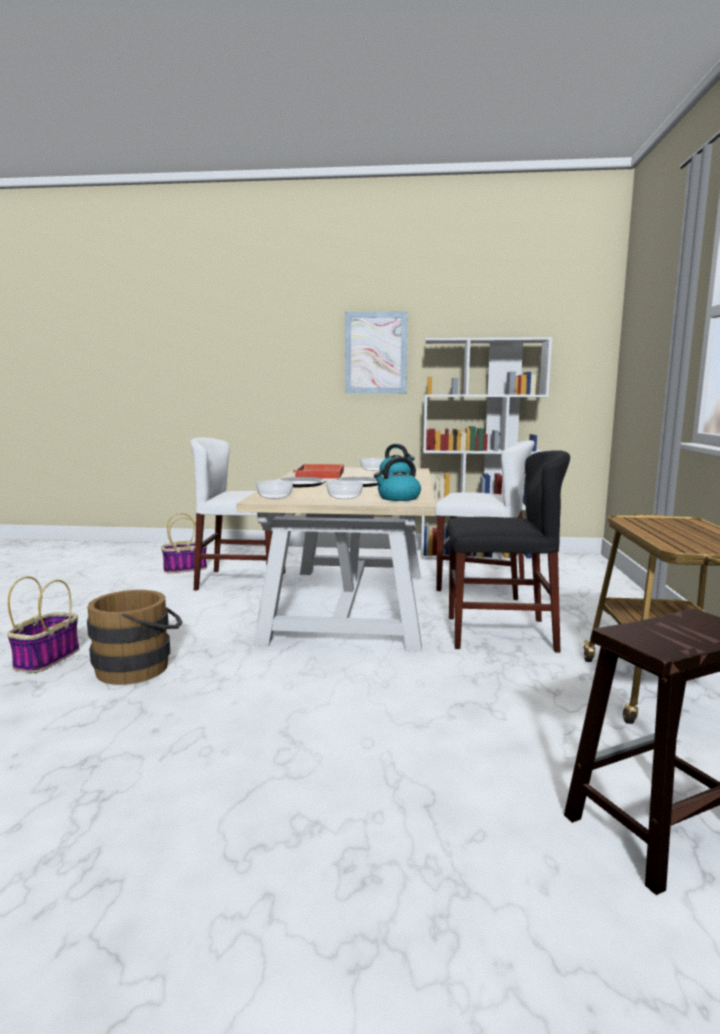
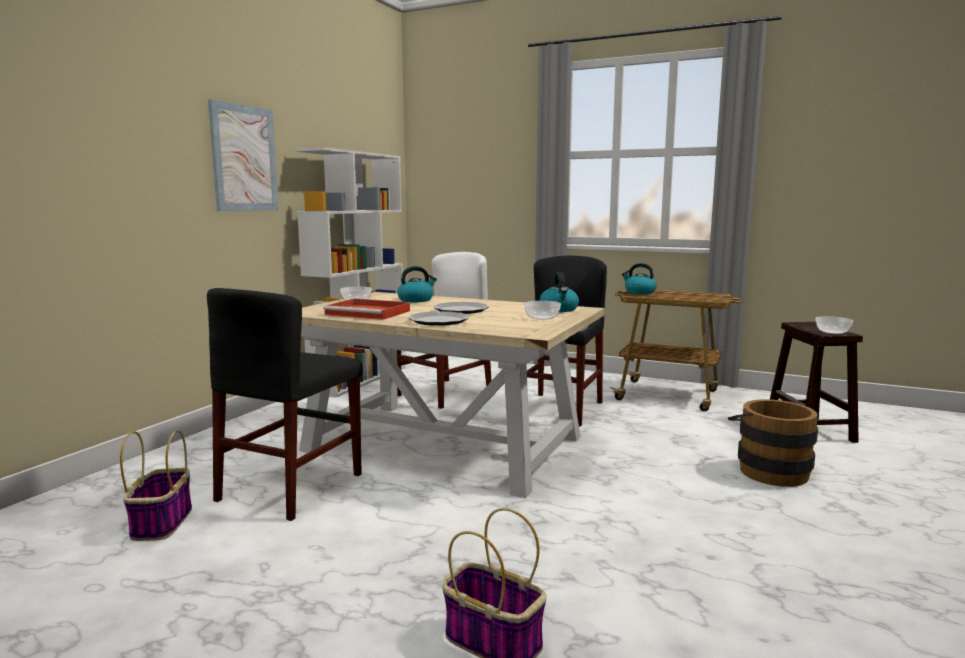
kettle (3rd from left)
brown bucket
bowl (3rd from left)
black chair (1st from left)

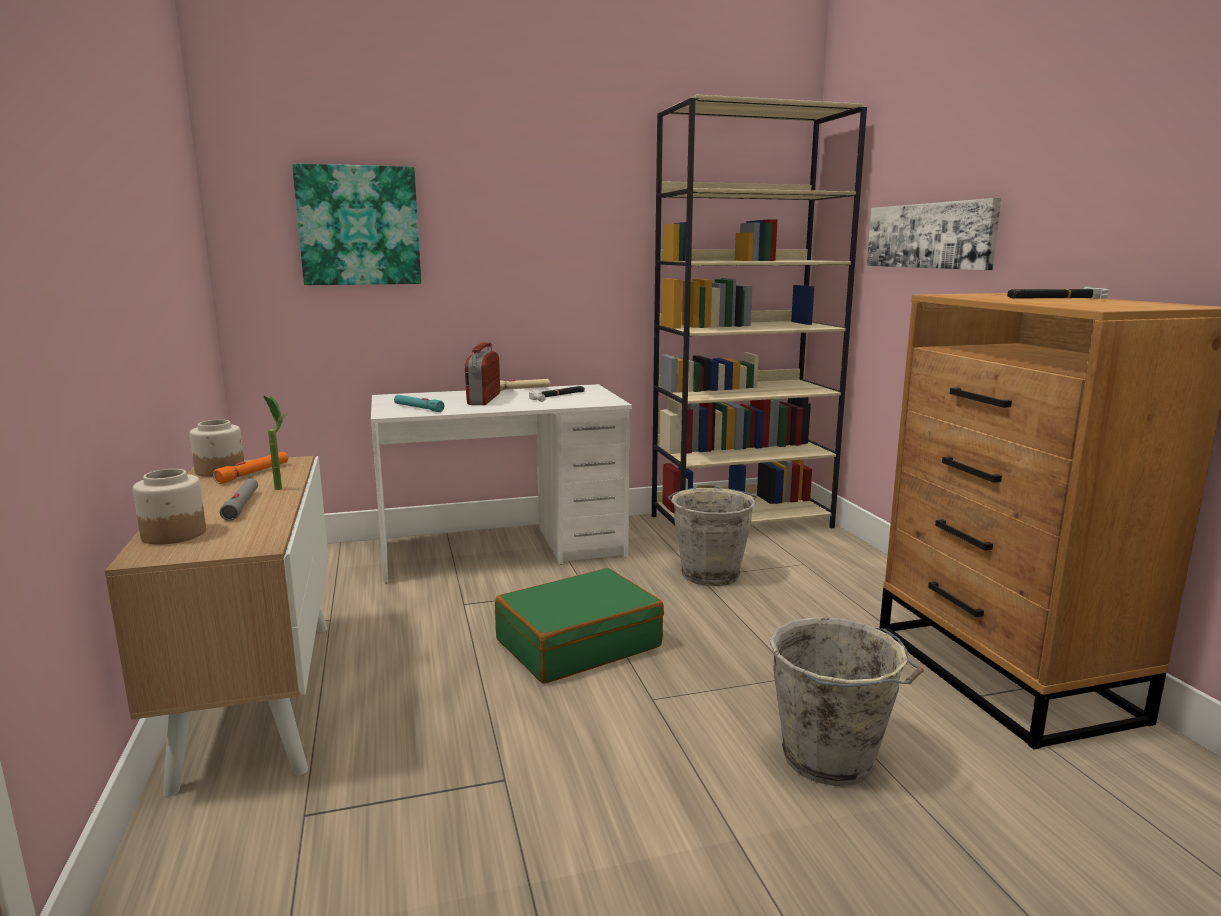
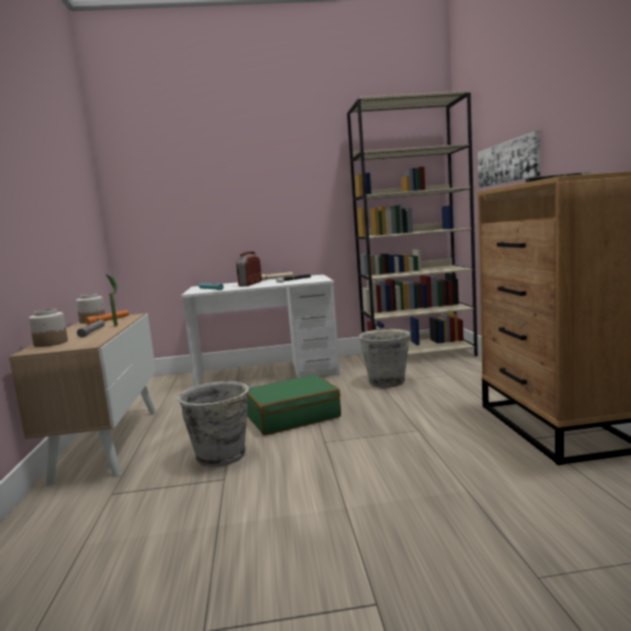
picture (1st from left in the first image)
grey bucket (1st from left)

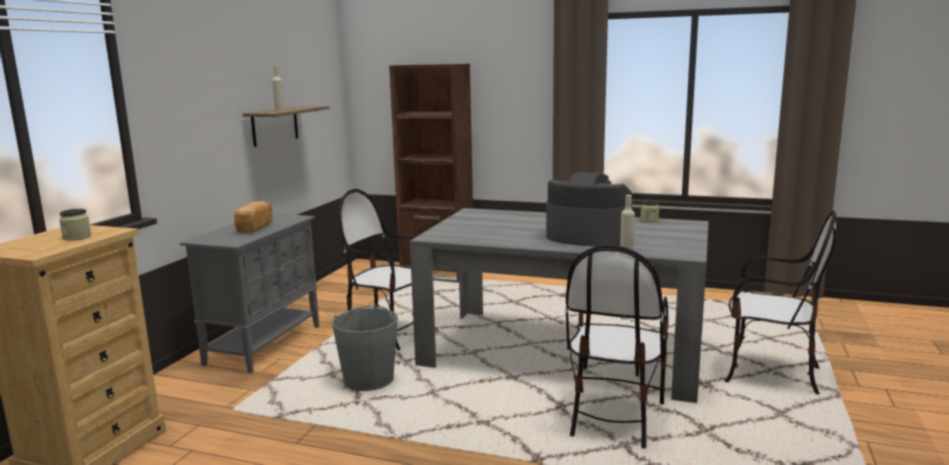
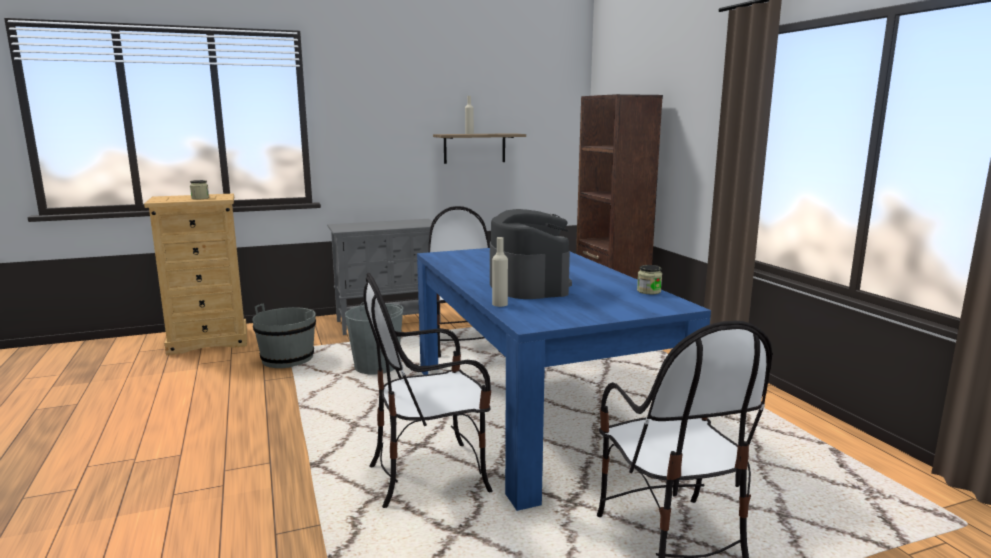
bread
grey bucket (1st from left)
blue dining table

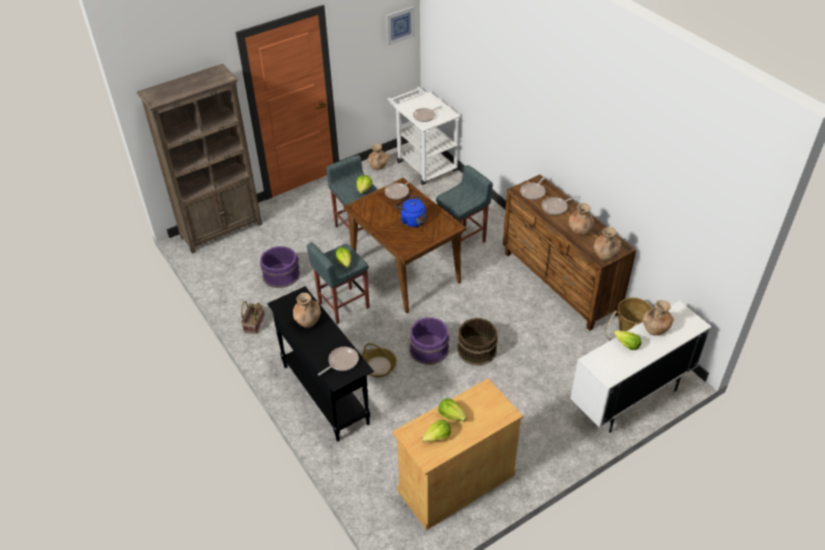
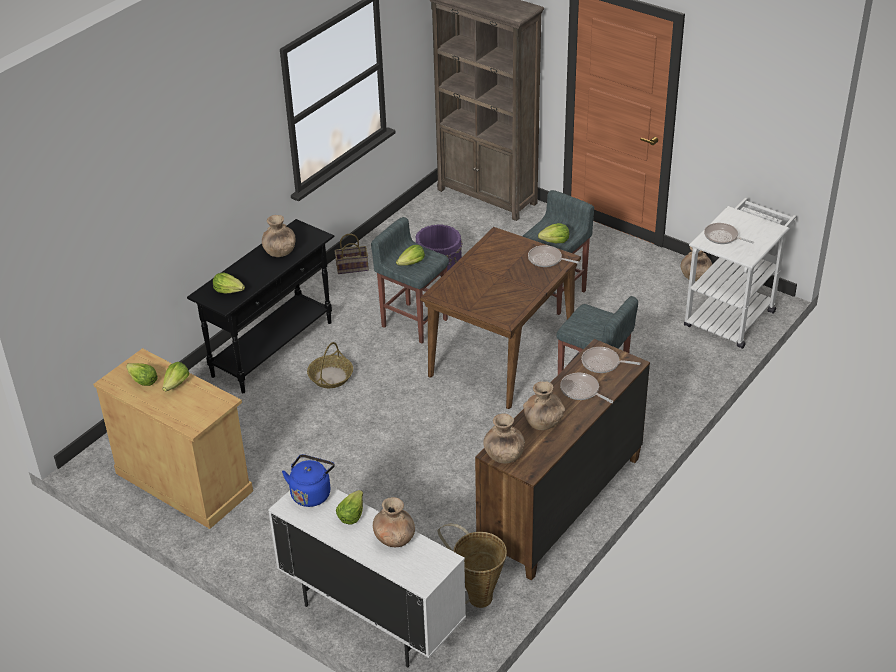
picture
purple bucket (2nd from left in the first image)
brown bucket
blue kettle
lettuce (3rd from left)

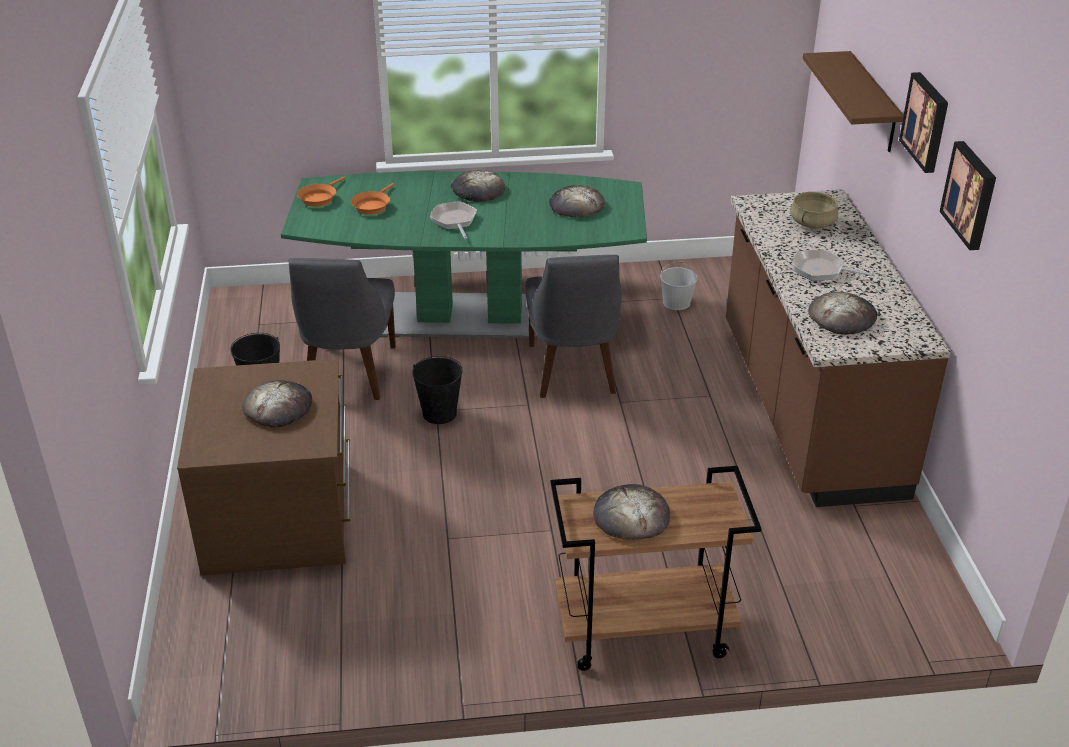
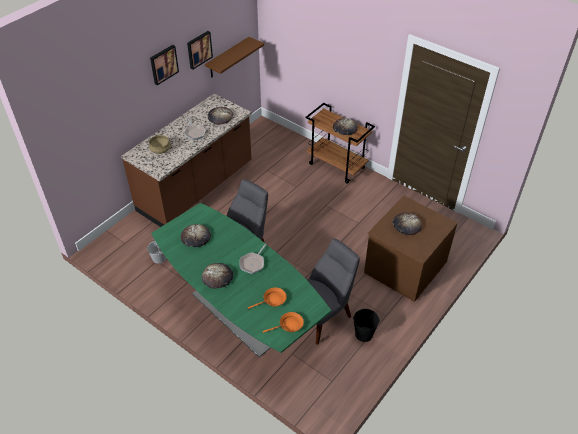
black bucket (2nd from left in the first image)
brown shelf

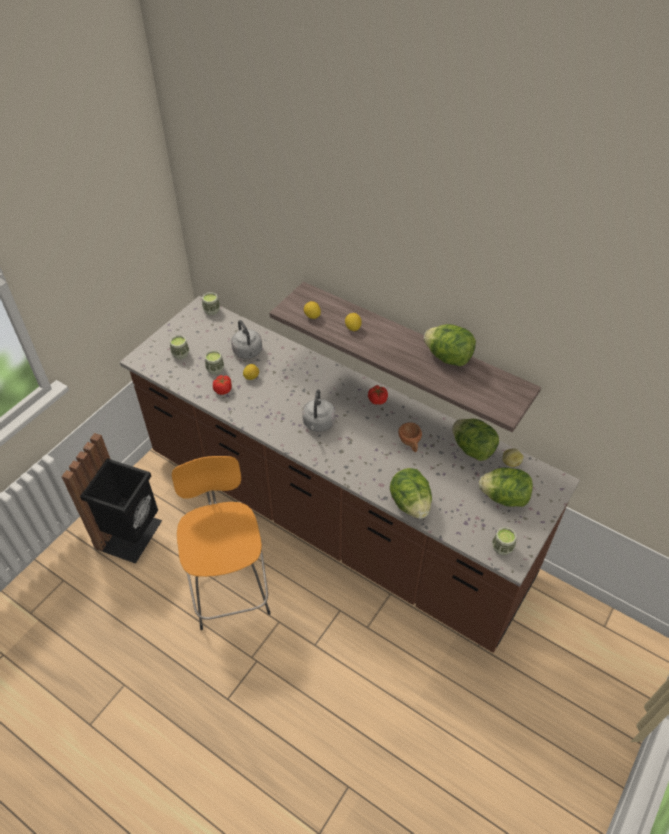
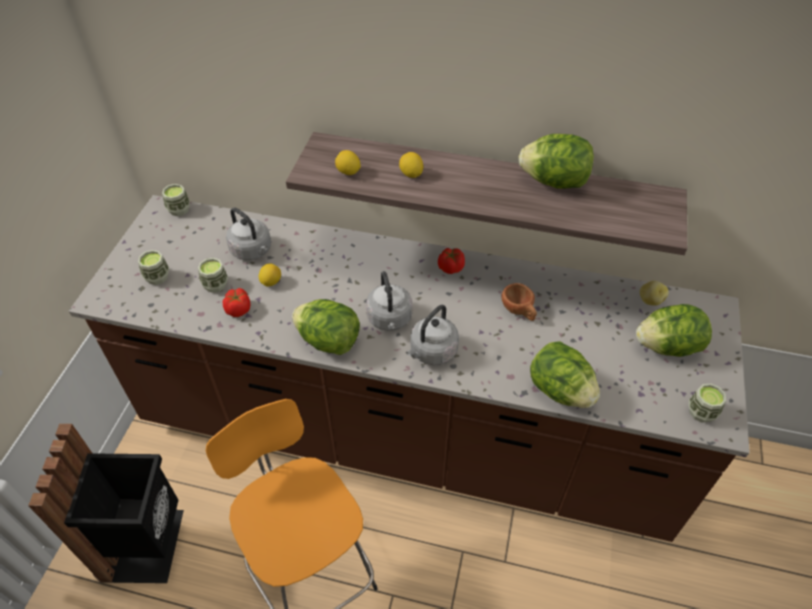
grey kettle (3rd from left)
lettuce (1st from left)

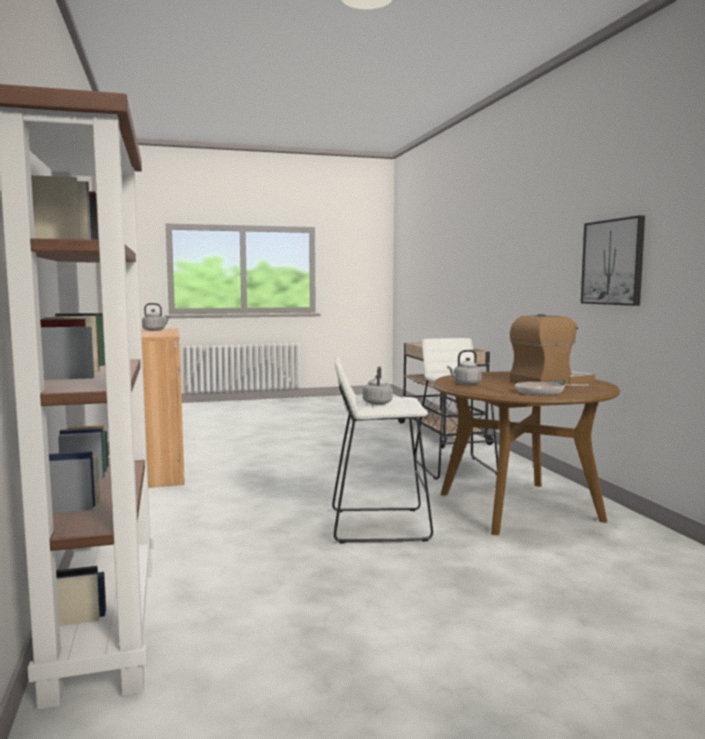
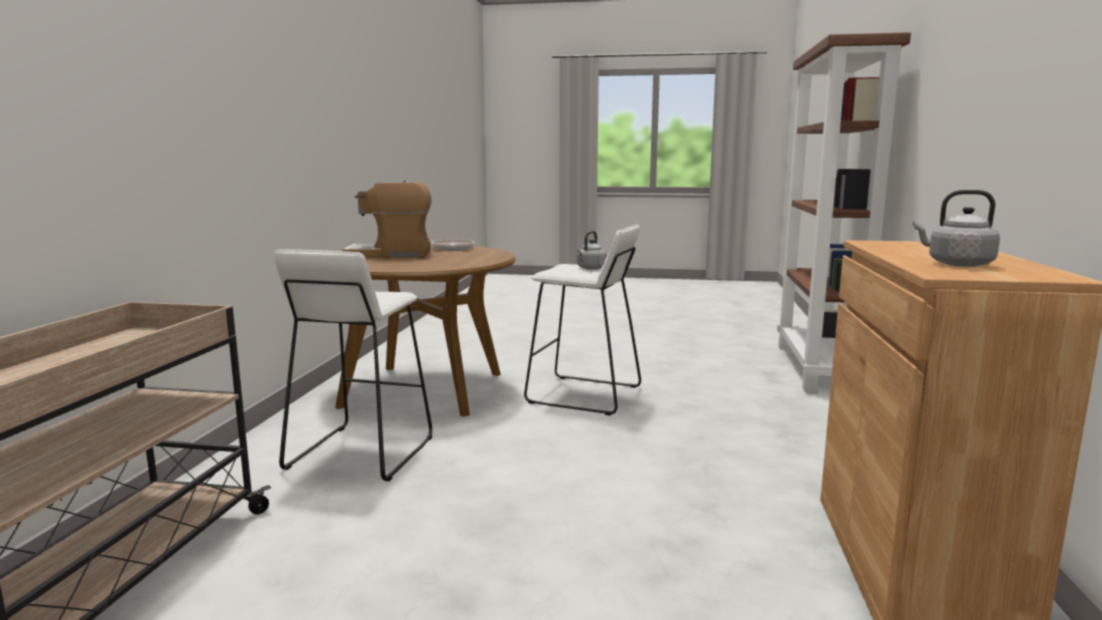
grey kettle (3rd from left in the first image)
picture

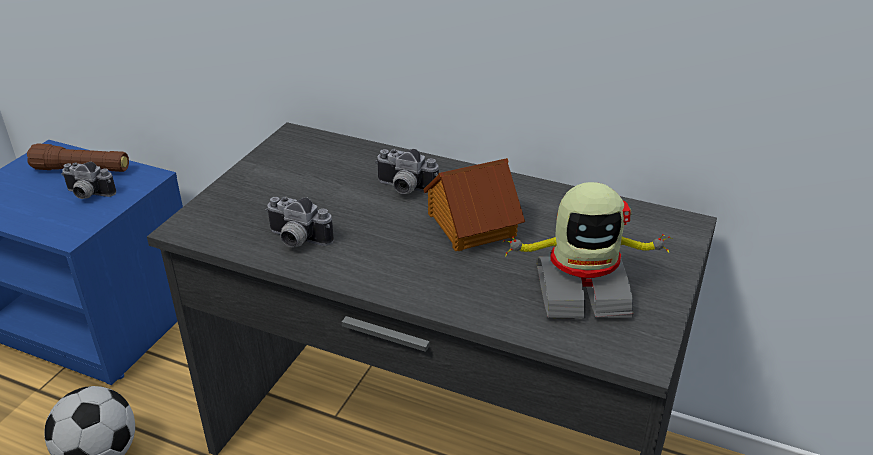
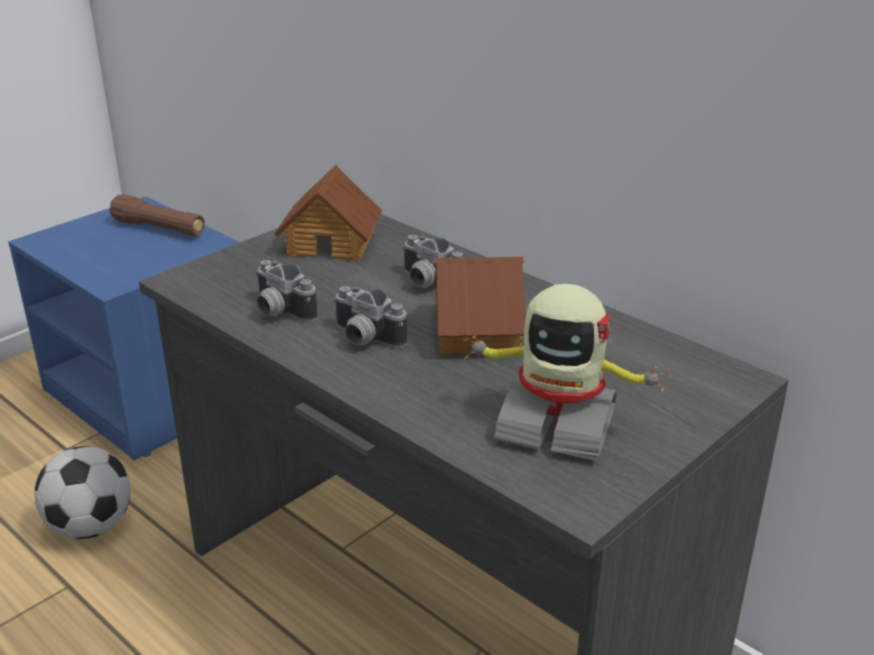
toy house (1st from left)
photo camera (2nd from left)

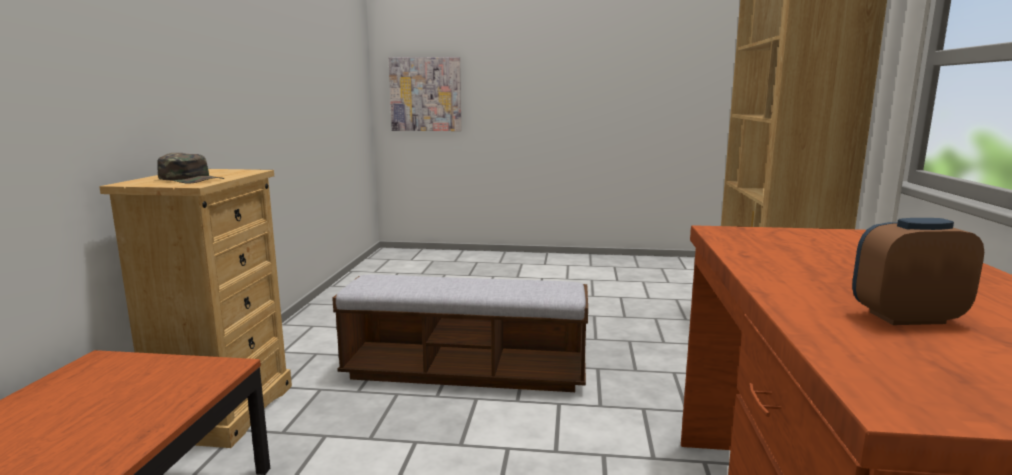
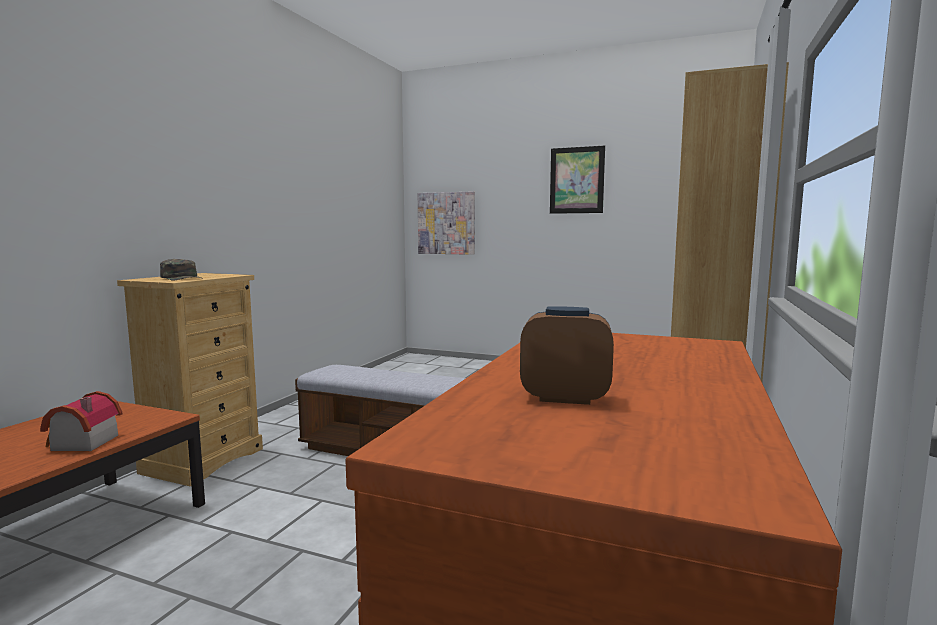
toy house
picture (2nd from left)

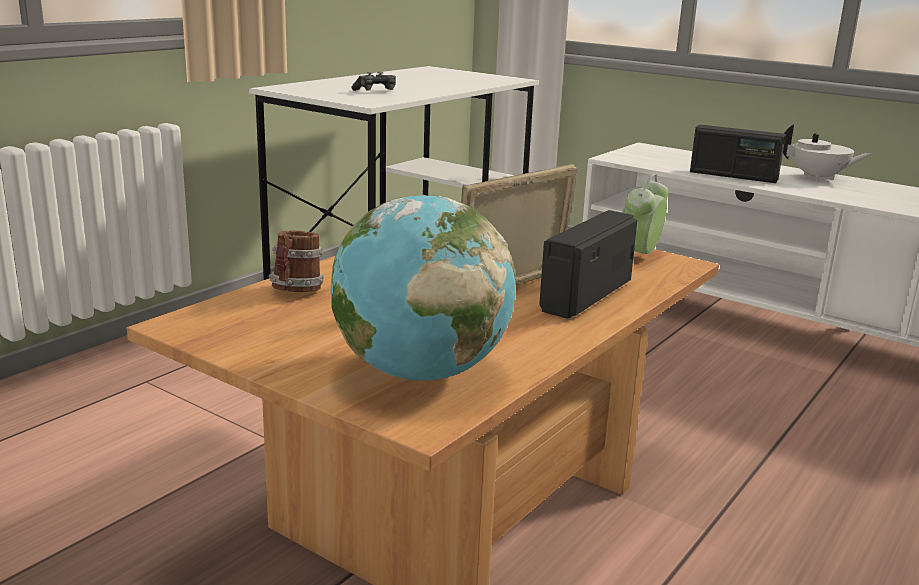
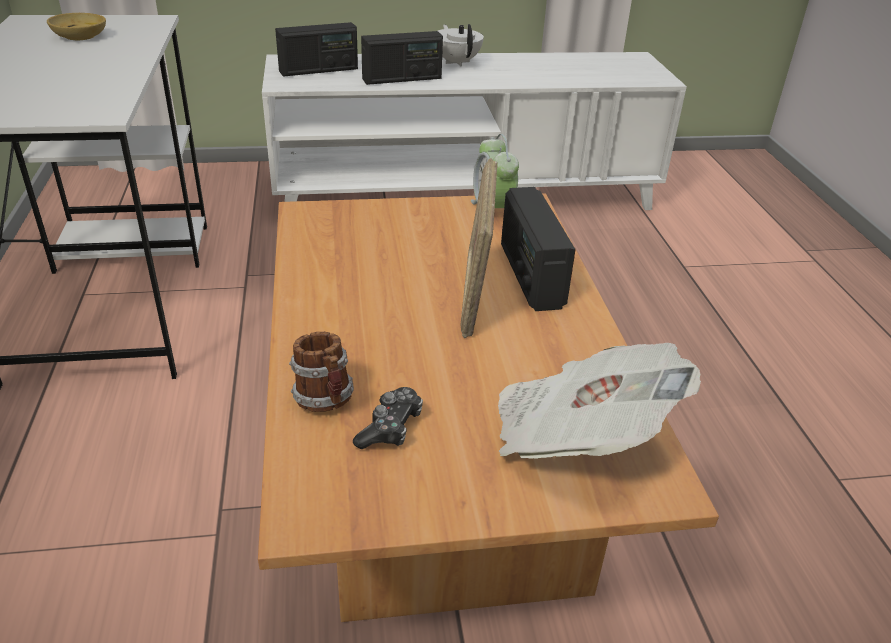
beige bowl
radio (1st from left)
game controller
newspaper
white teapot

